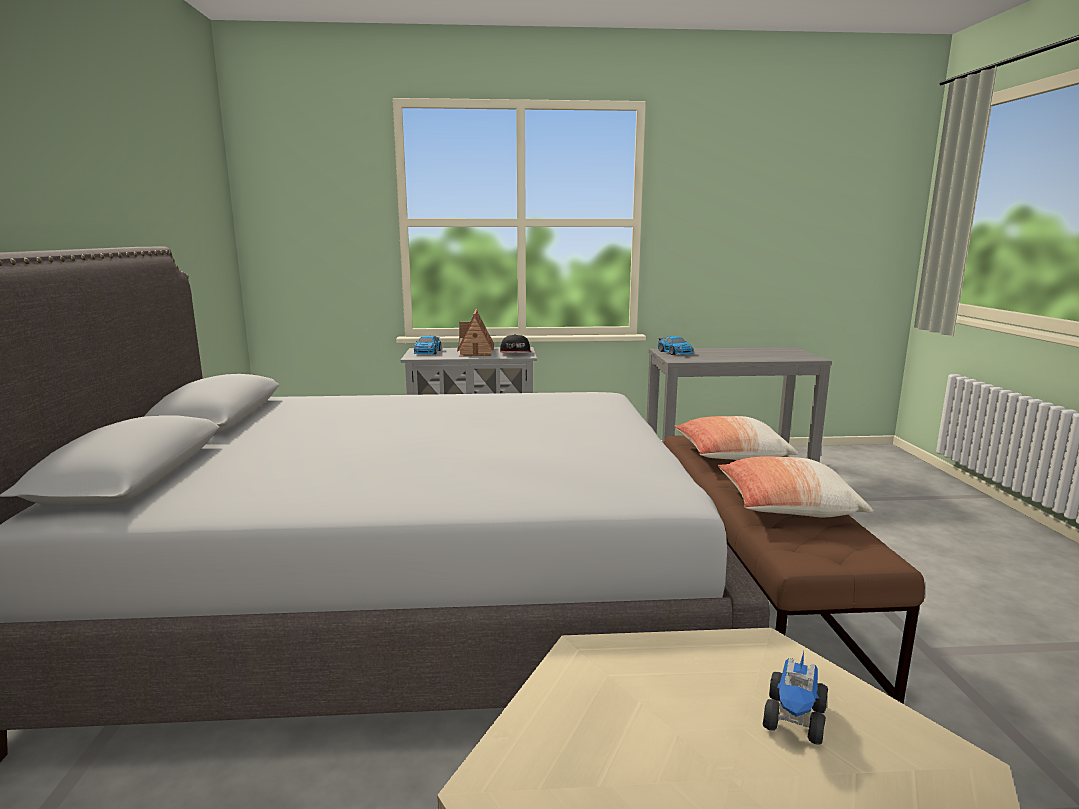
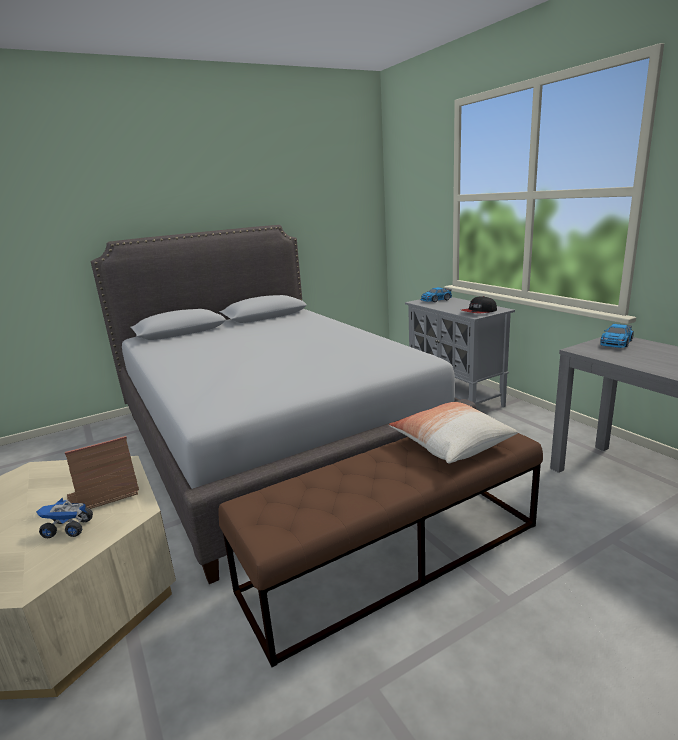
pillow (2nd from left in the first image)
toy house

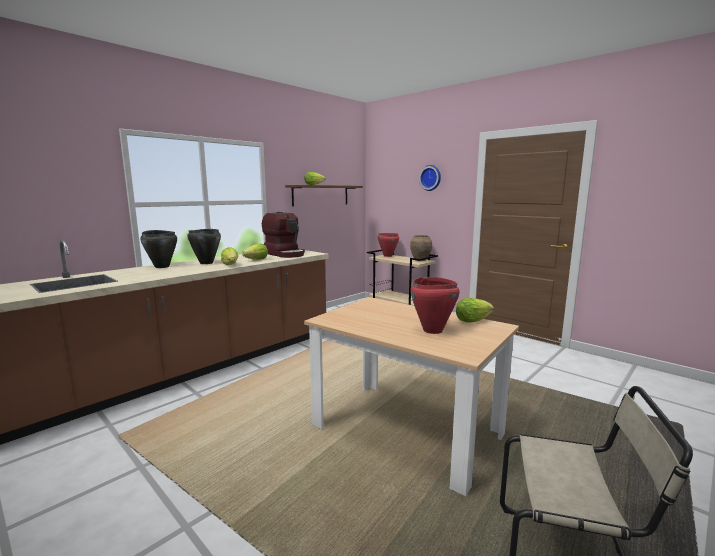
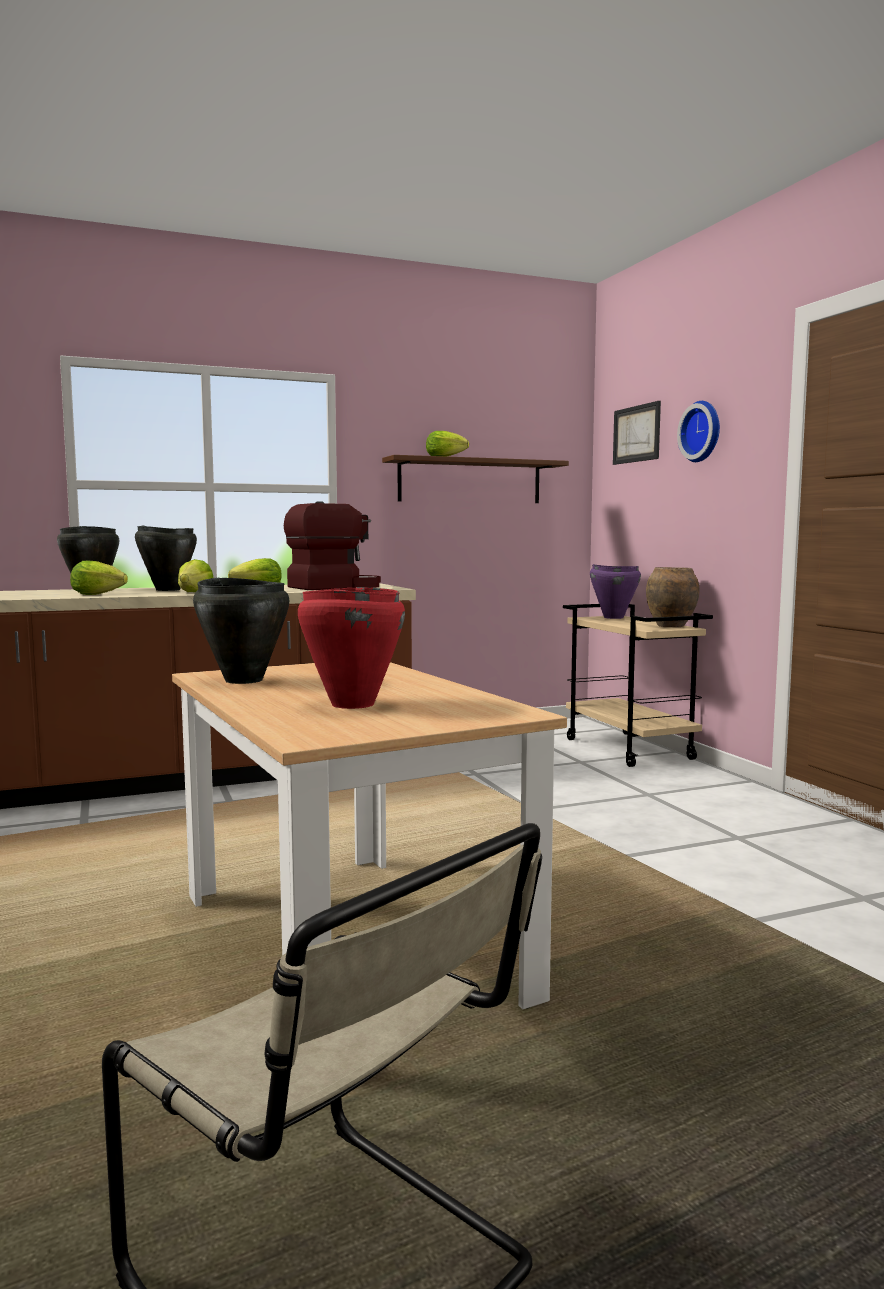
black cooking pot (3rd from left)
picture
lettuce (1st from left)
purple cooking pot
coffee machine

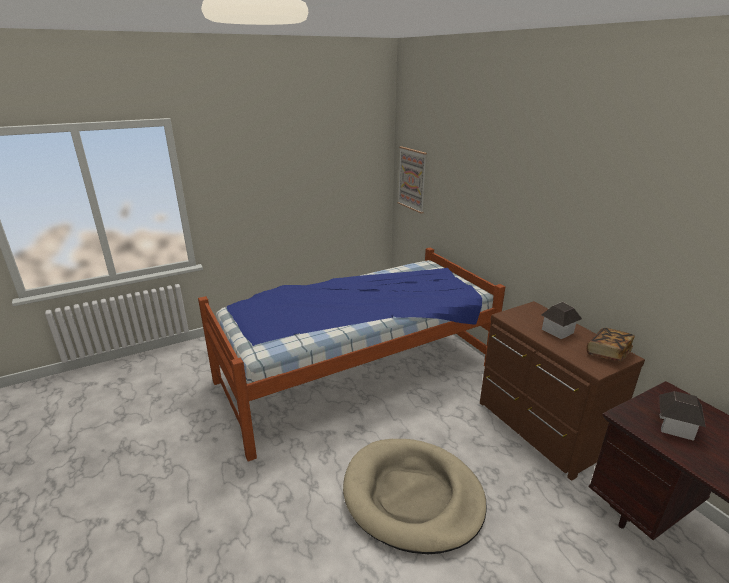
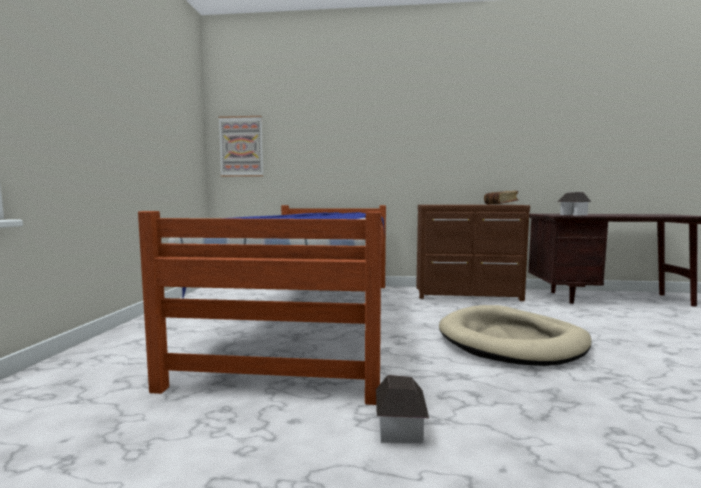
toy house (1st from left)

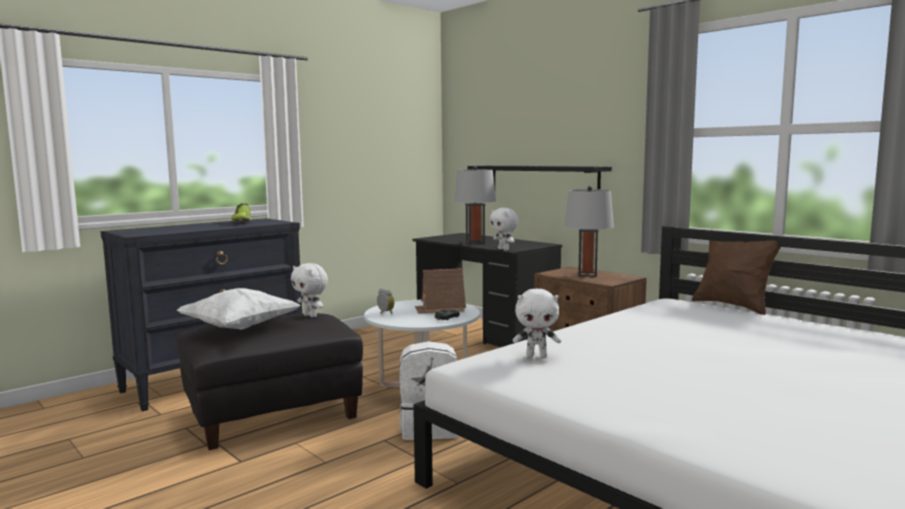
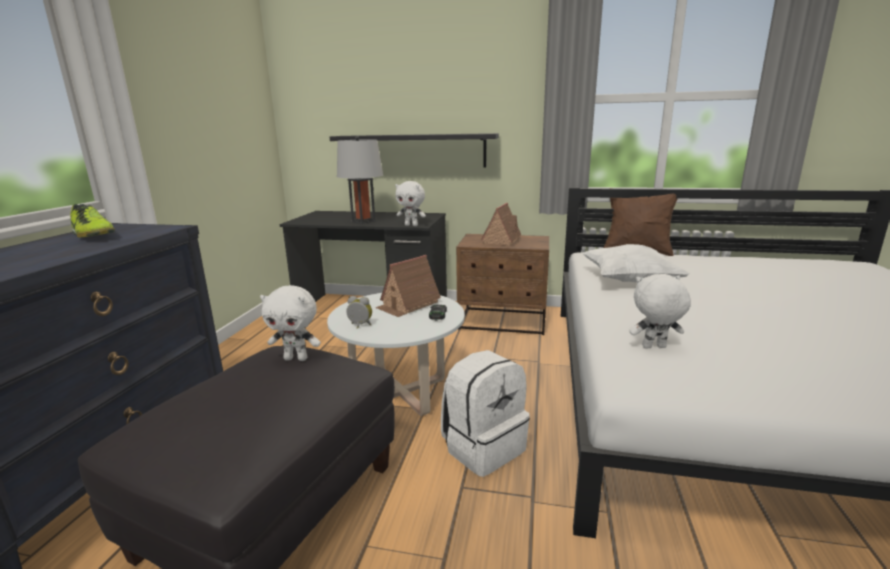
white pillow
toy house (2nd from left)
white plush toy (3rd from left)

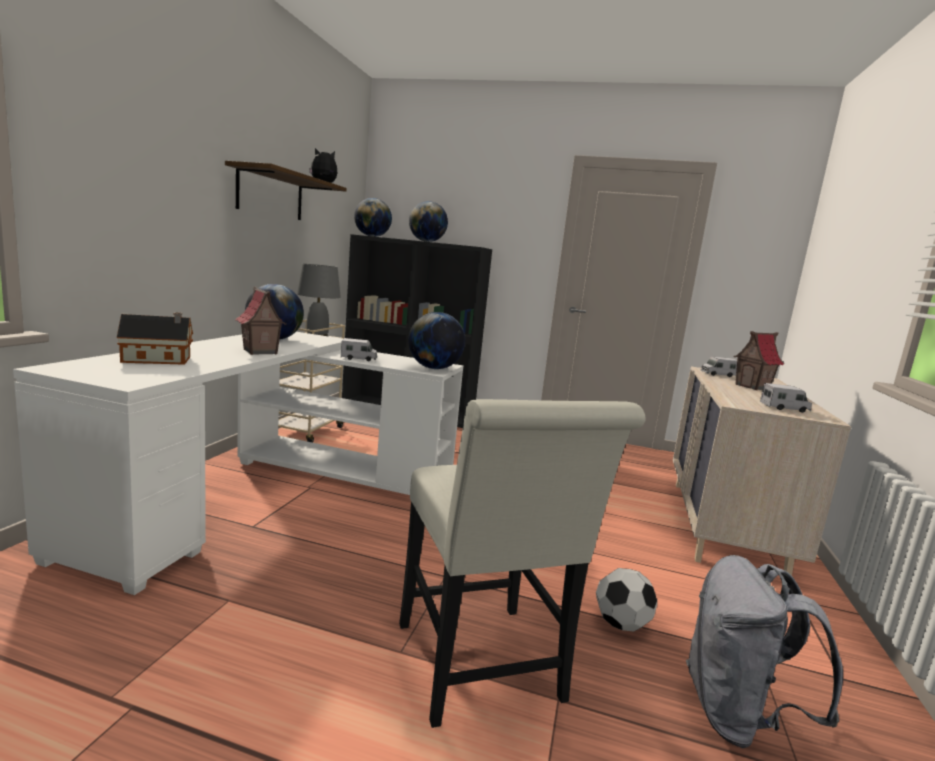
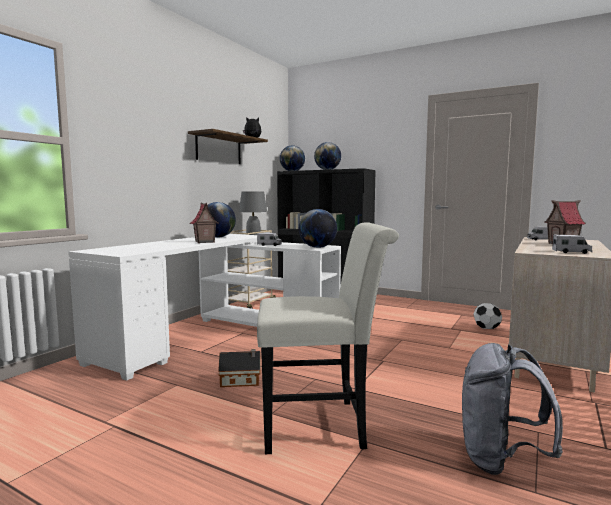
toy house (2nd from left)
football
white chair

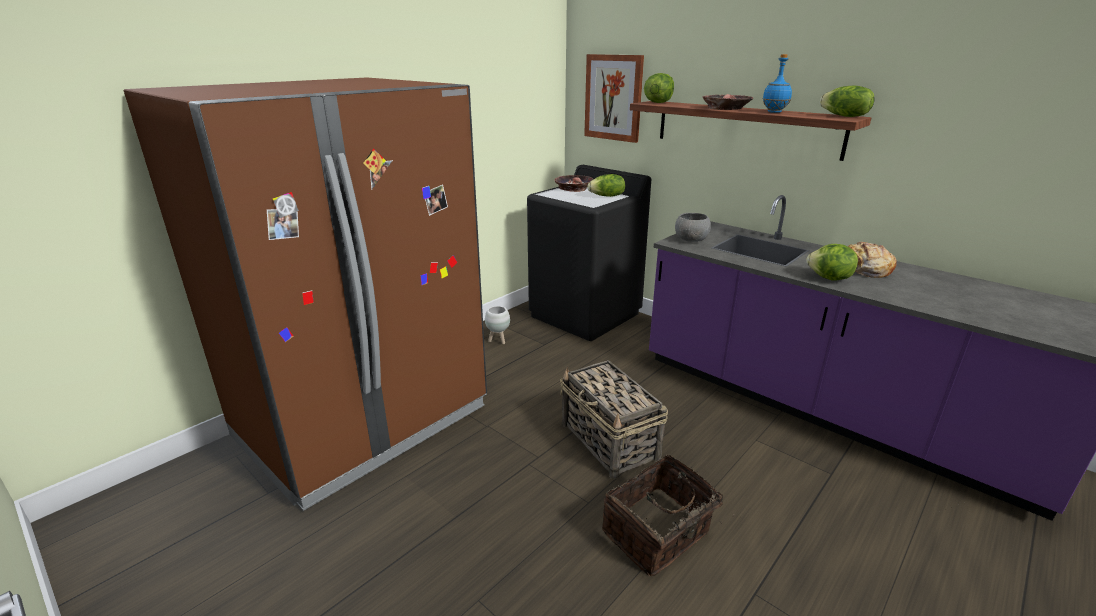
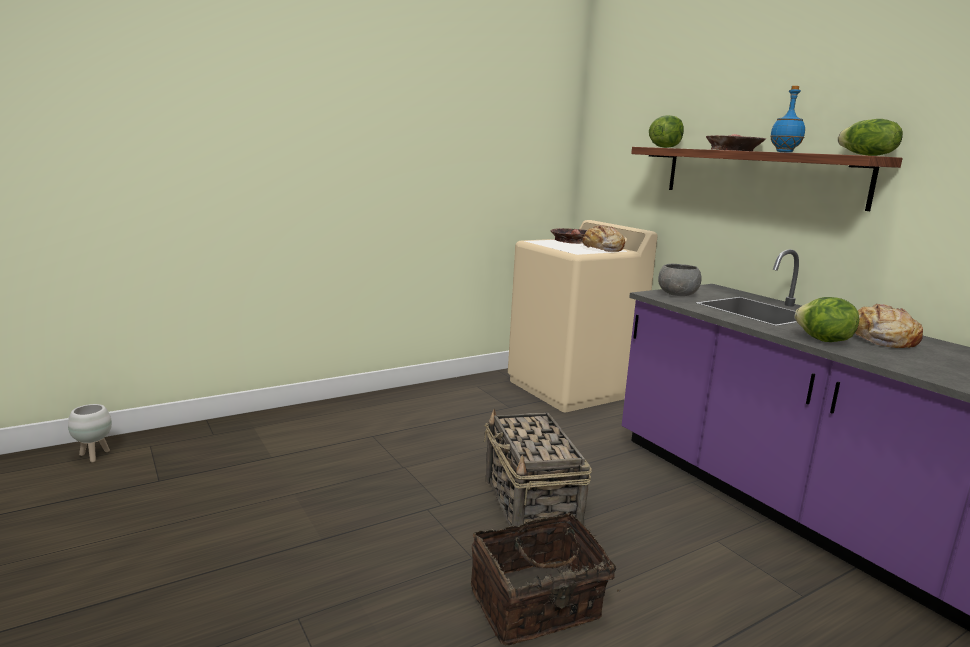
brown fridge
picture
white planter
bread (1st from left)
beige washing machine

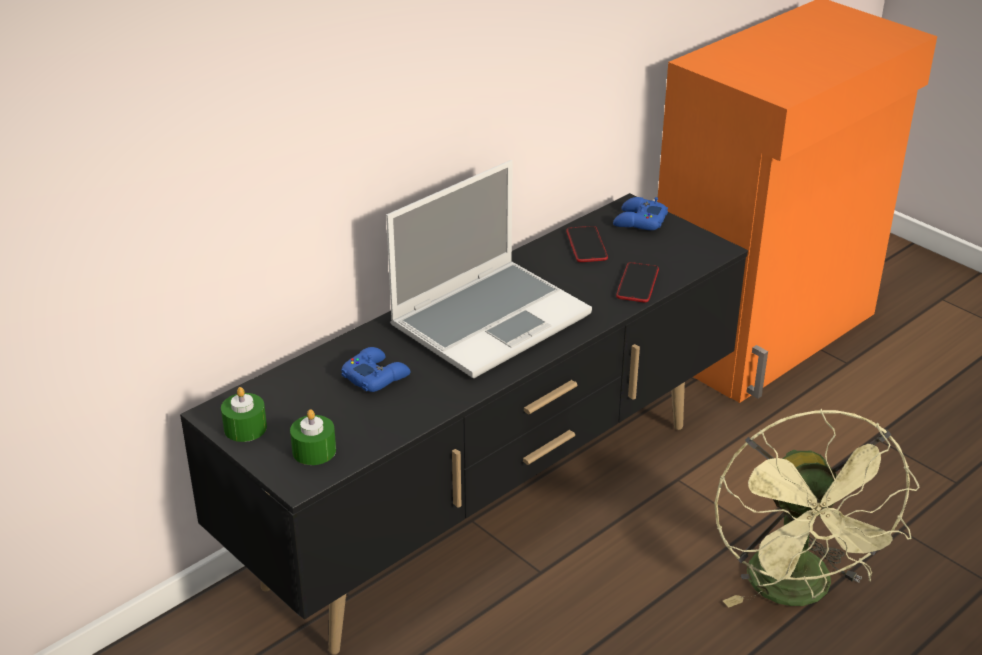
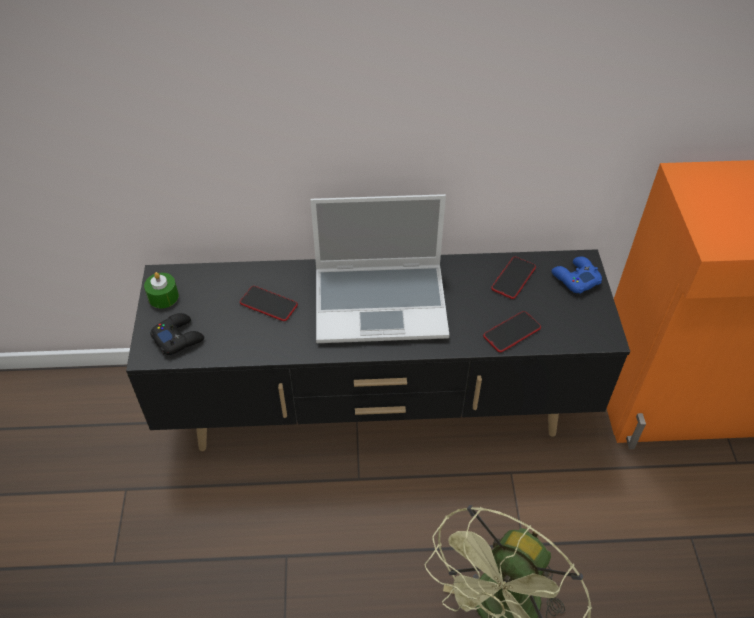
black game controller
phone (1st from left)

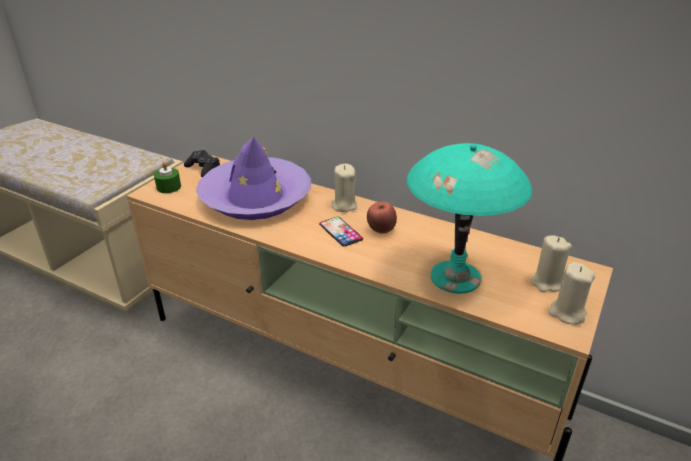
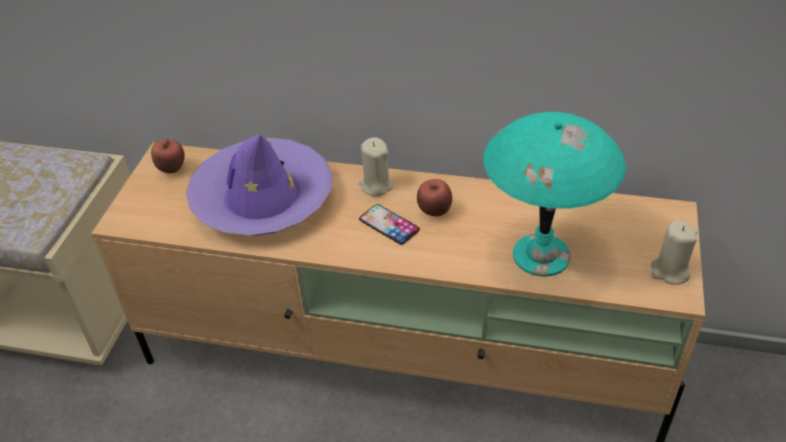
green candle
beige candle (2nd from left in the first image)
apple (1st from left)

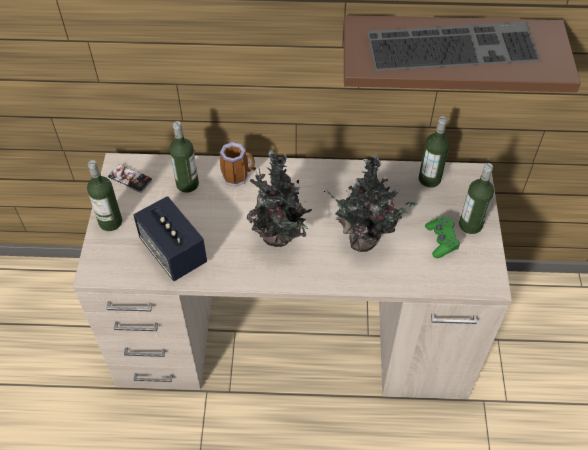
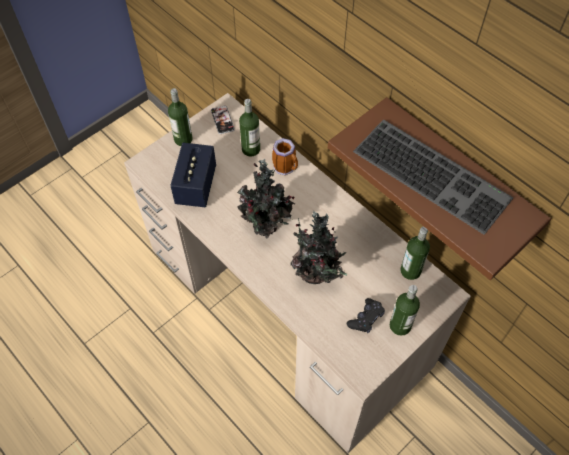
black game controller

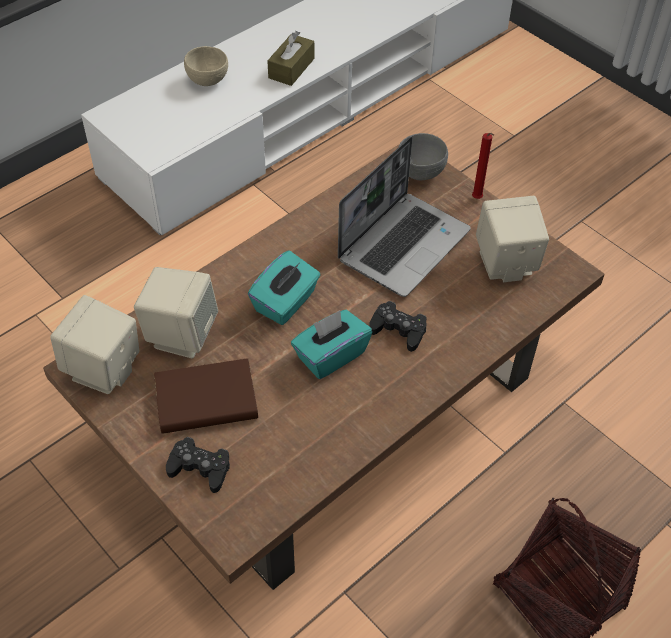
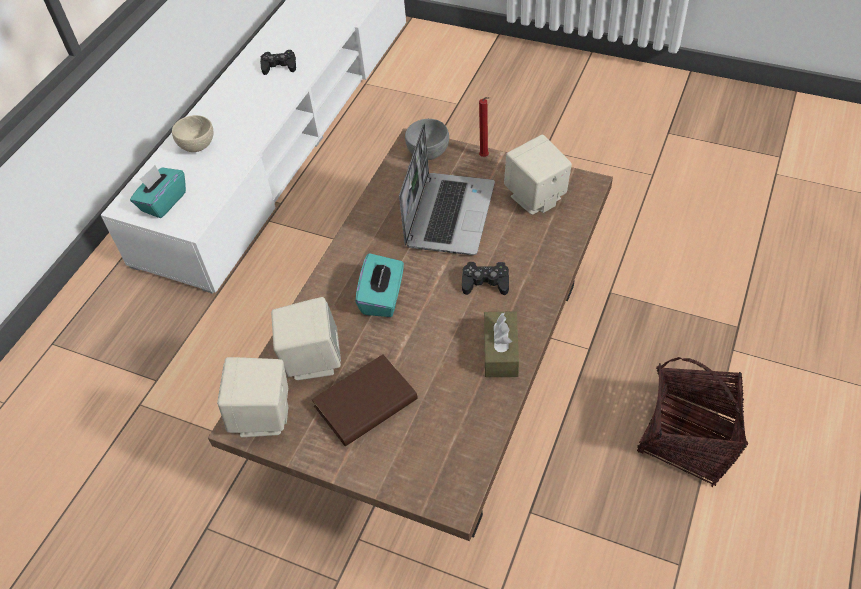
black game controller (1st from left)
brown tissue box
turquoise tissue box (1st from left)

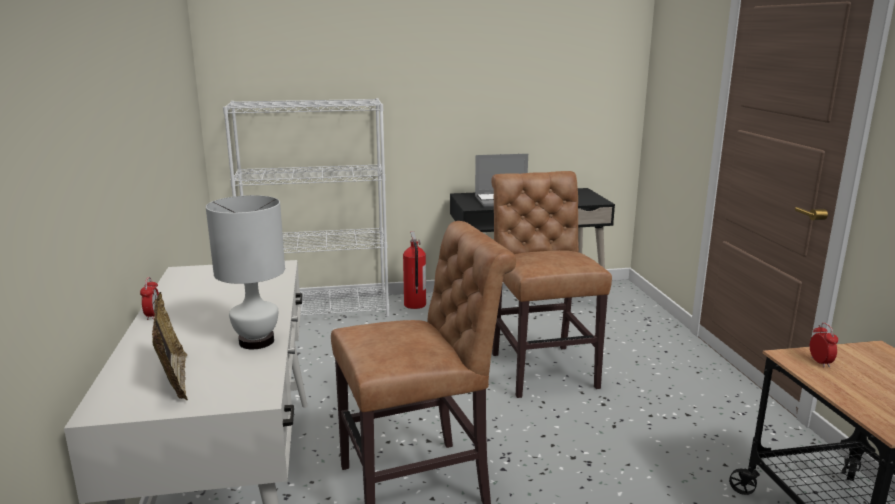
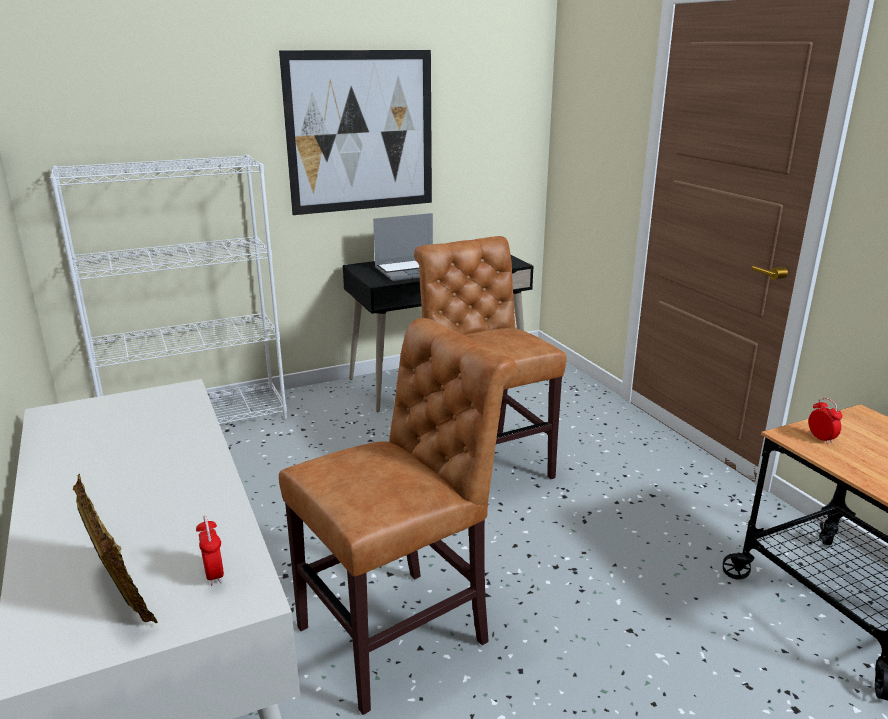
white table lamp
fire extinguisher
picture
alarm clock (1st from left)

